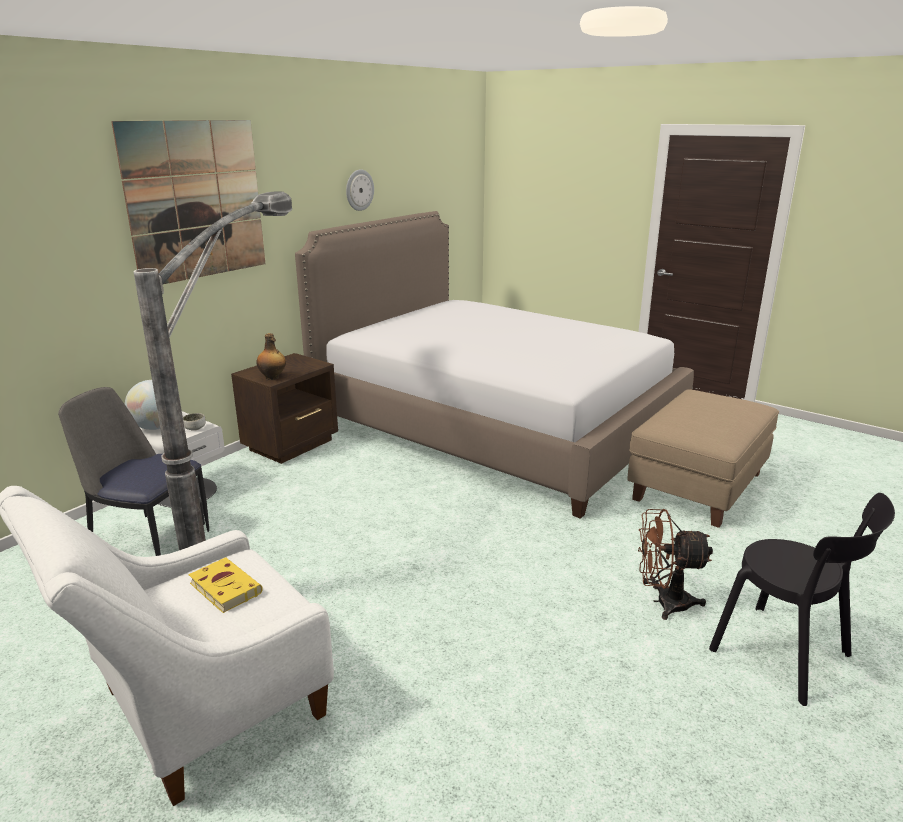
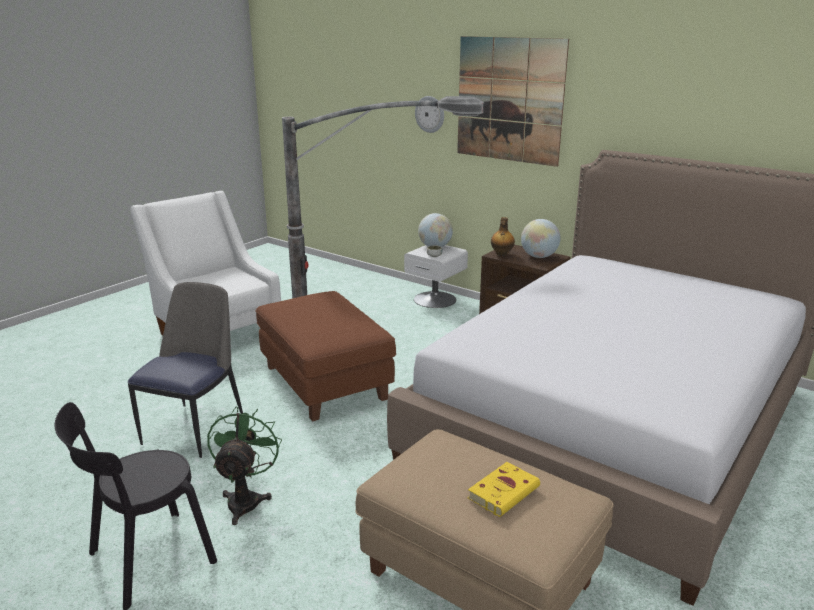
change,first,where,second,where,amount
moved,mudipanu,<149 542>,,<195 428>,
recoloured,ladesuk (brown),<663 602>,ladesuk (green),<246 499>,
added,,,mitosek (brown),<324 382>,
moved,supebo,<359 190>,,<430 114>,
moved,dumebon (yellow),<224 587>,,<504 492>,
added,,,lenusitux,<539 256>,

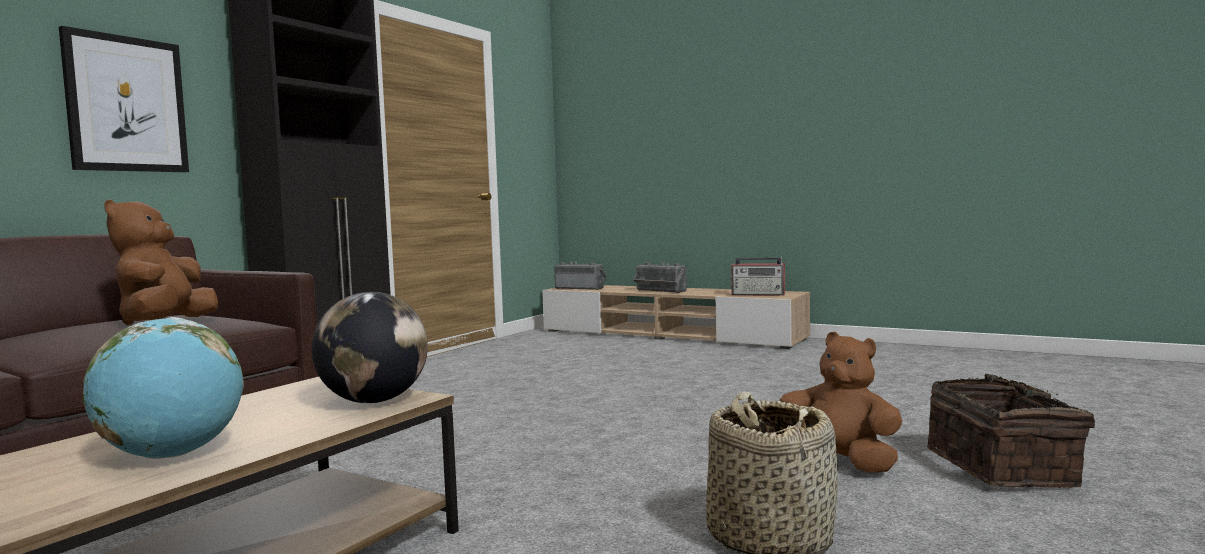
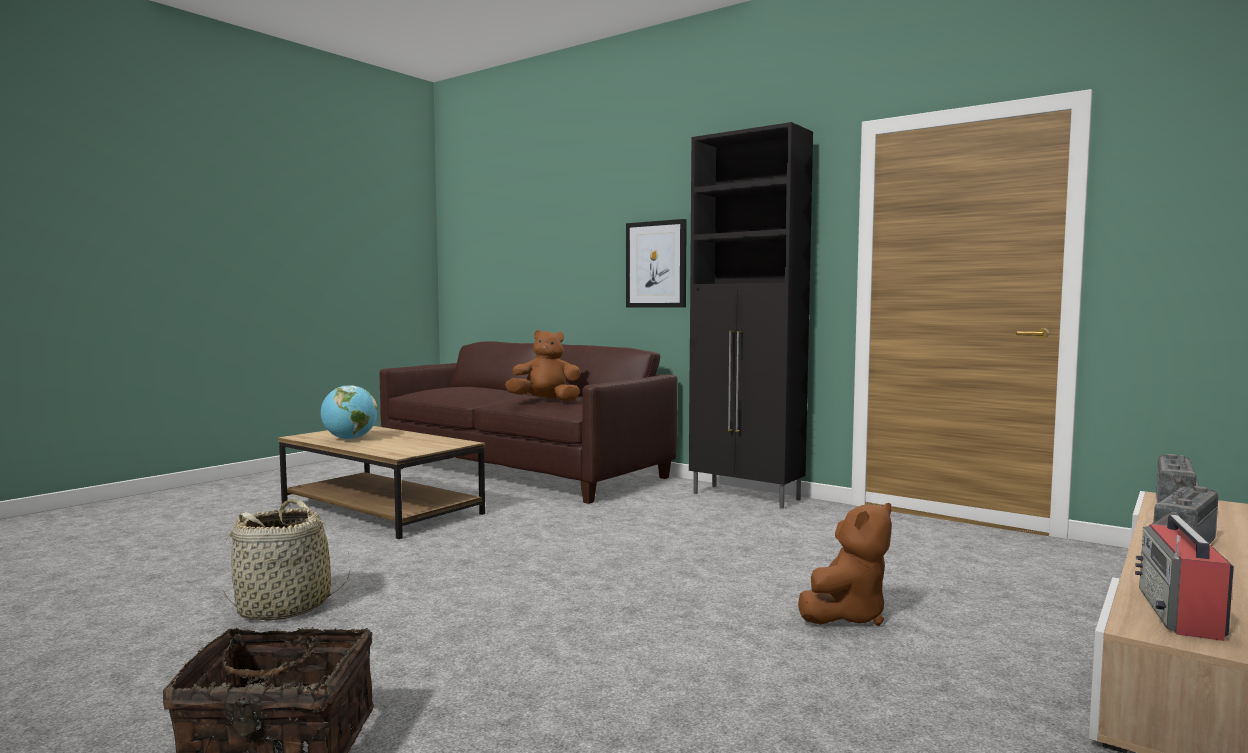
change,first,where,second,where,amount
moved,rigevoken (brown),<838 461>,,<846 615>,
removed,lenusitux,<374 401>,,,

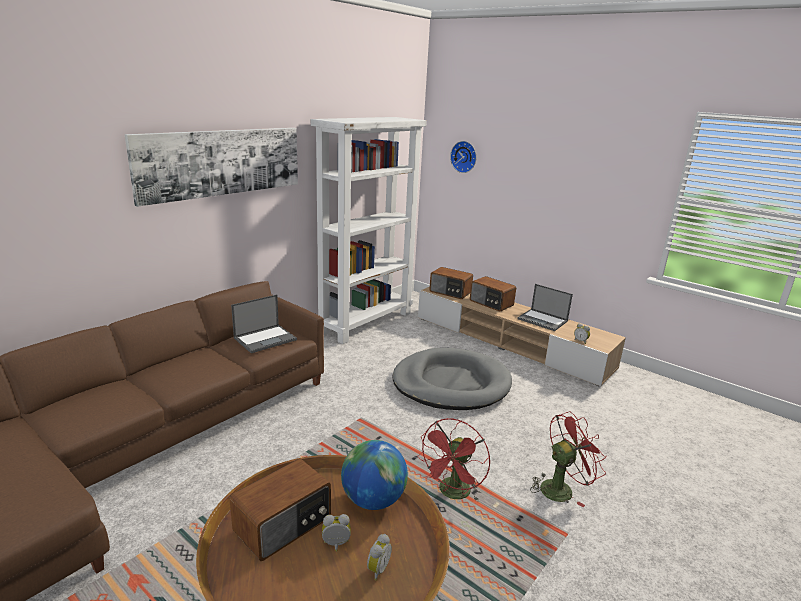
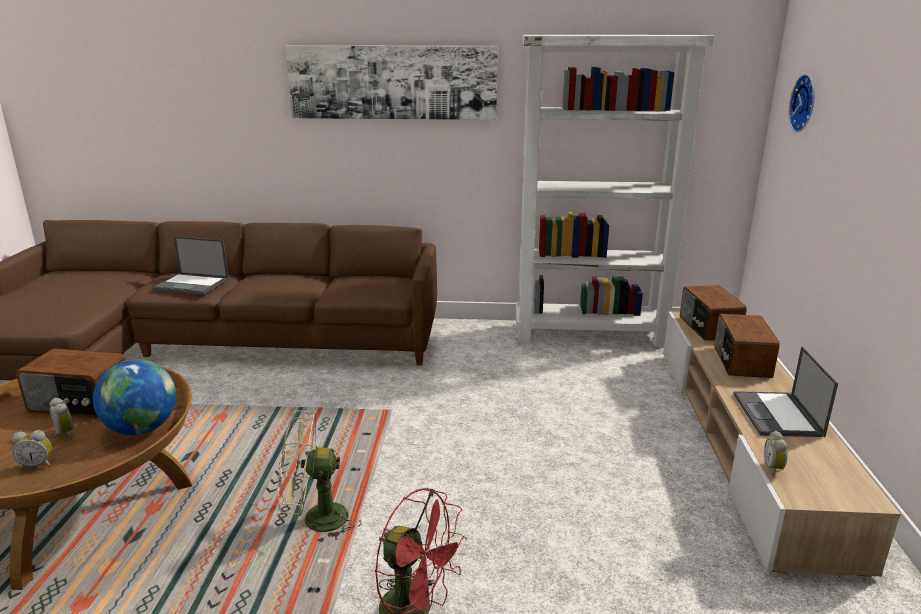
change,first,where,second,where,amount
moved,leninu,<265 339>,,<192 284>,
recoloured,ladesuk (red),<452 494>,ladesuk (beige),<315 520>,
removed,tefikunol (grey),<451 383>,,,

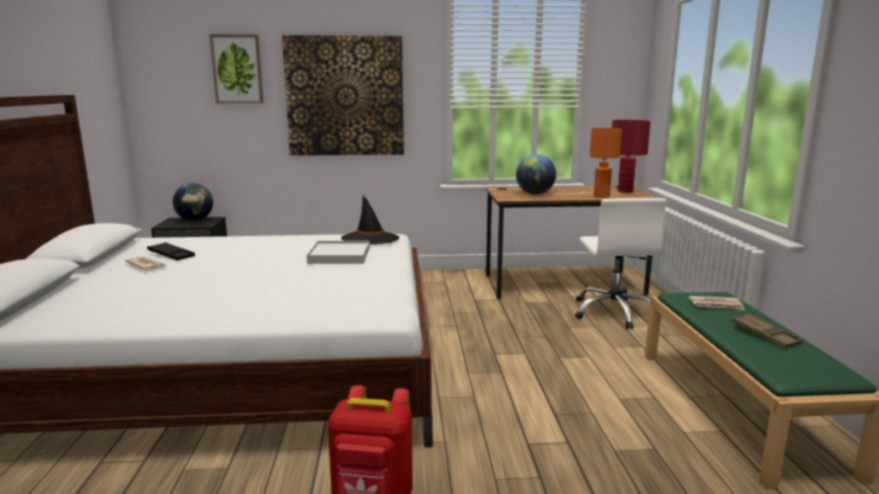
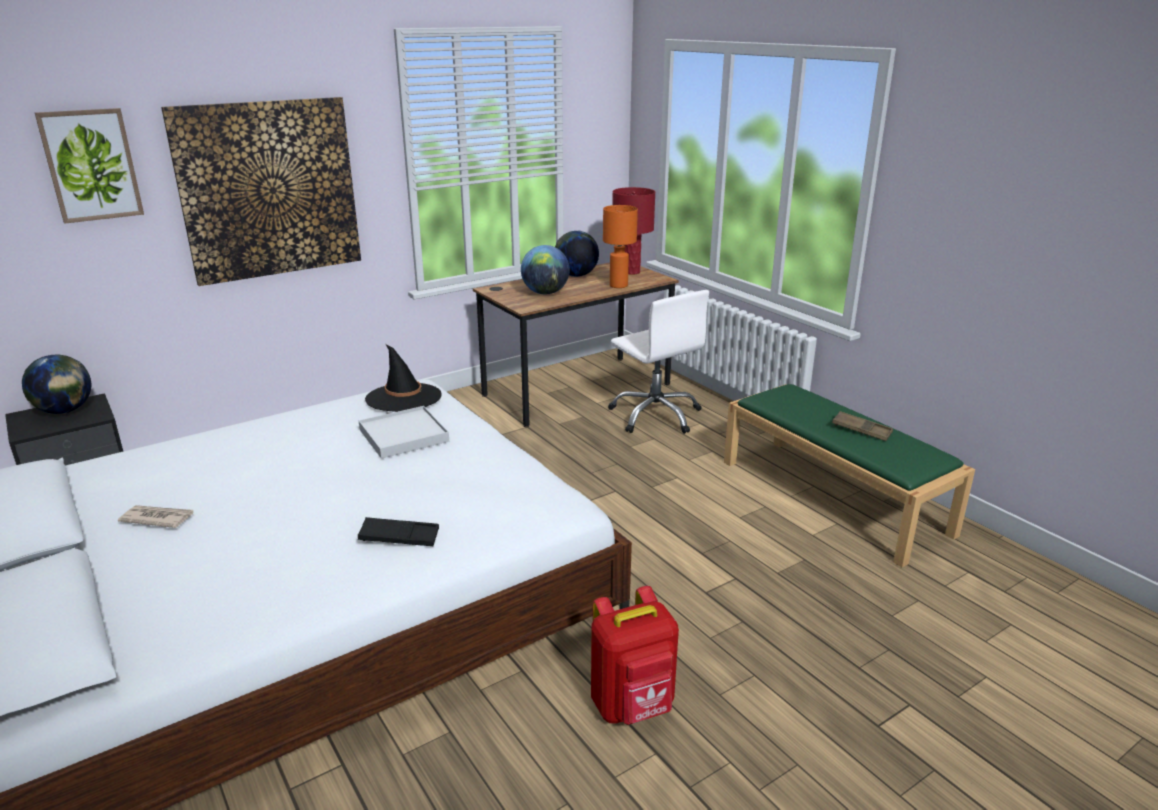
change,first,where,second,where,amount
moved,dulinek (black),<171 255>,,<399 537>,
added,,,lenusitux,<576 276>,
removed,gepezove,<716 305>,,,

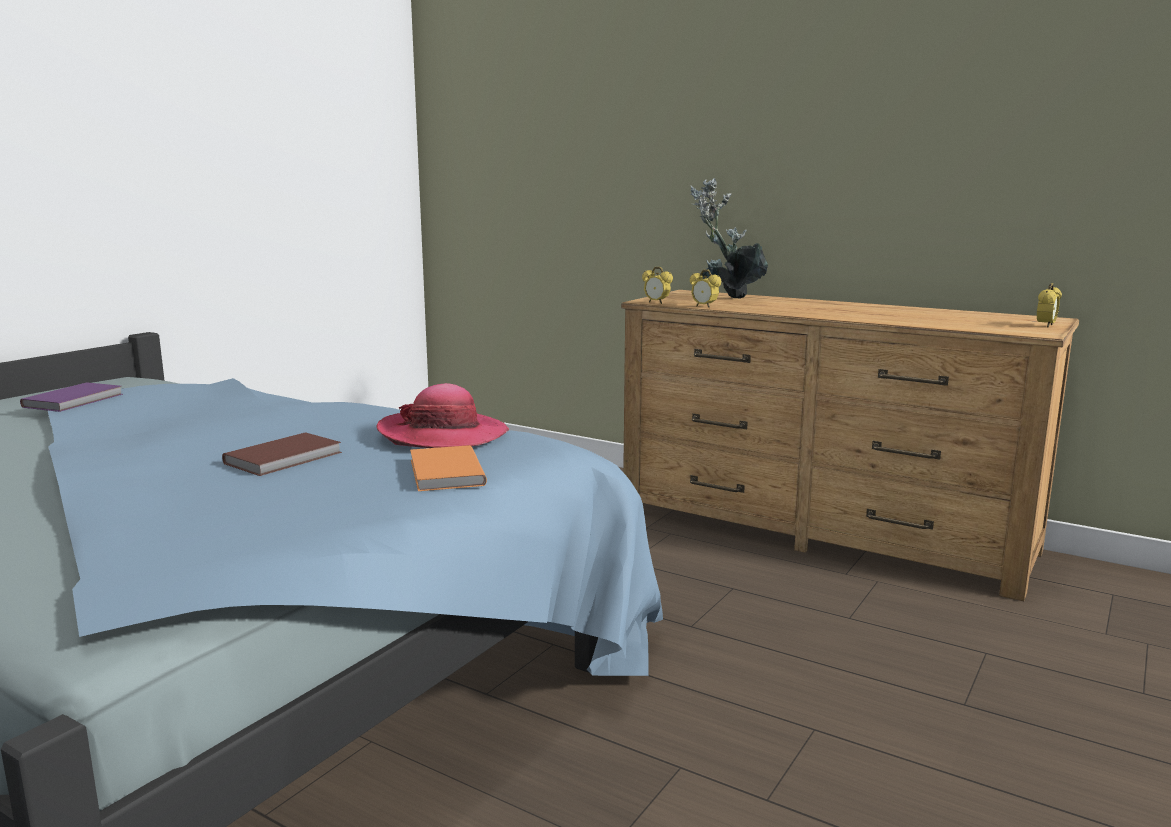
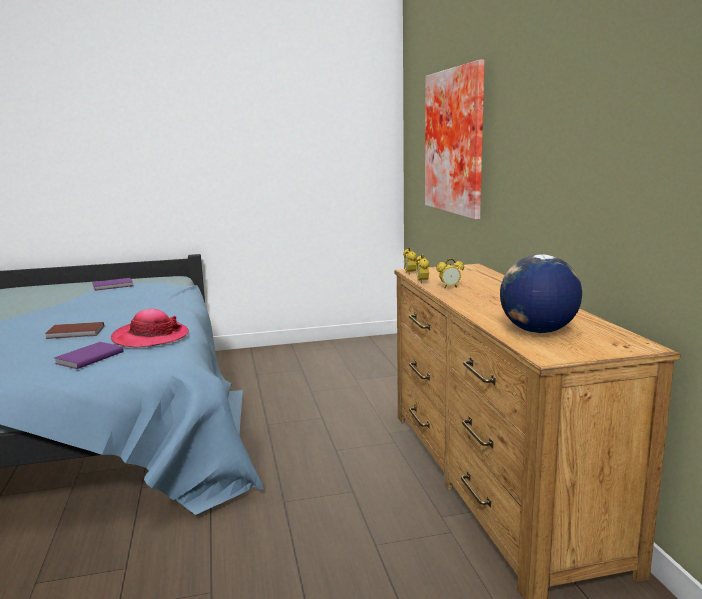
change,first,where,second,where,amount
recoloured,dumebon (orange),<444 473>,dumebon (purple),<88 357>,
added,,,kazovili,<457 141>,
moved,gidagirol,<1046 326>,,<450 287>,
added,,,lenusitux,<537 331>,
removed,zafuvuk,<726 299>,,,

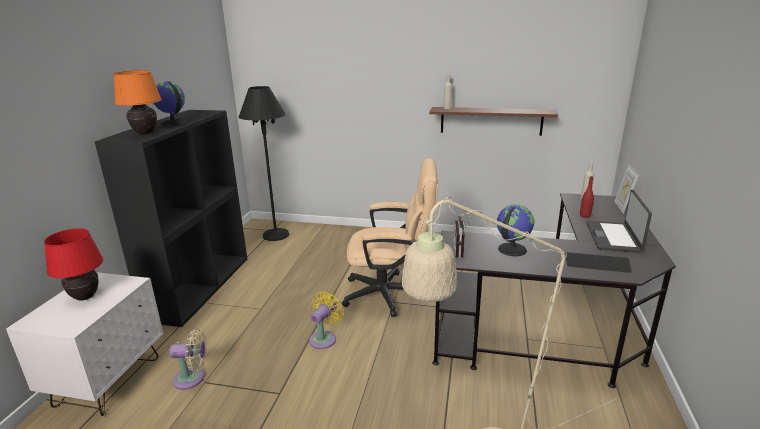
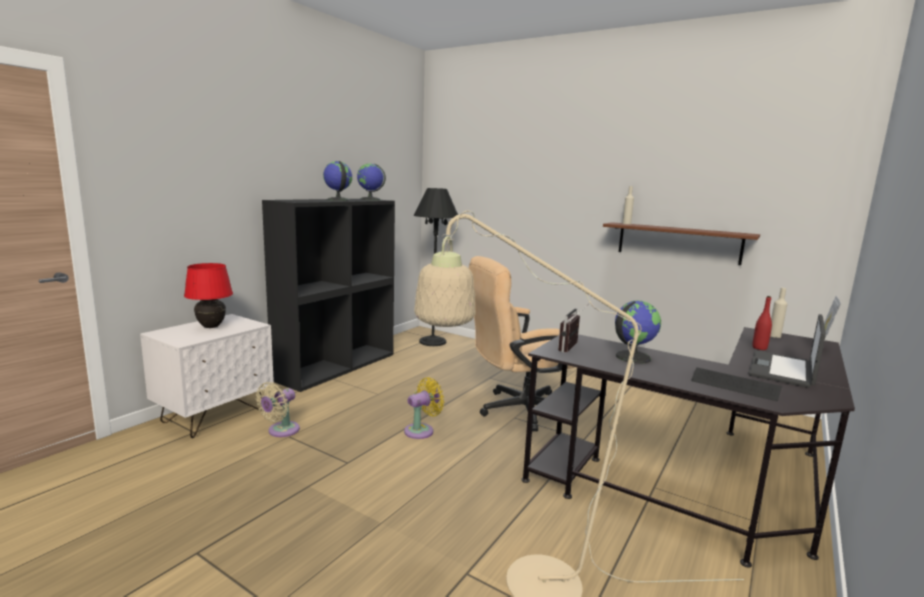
change,first,where,second,where,amount
turned,ladesuk (beige),<192 378>,,<281 431>,105 degrees clockwise
added,,,lenusitux,<370 199>,
turned,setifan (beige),<391 294>,,<517 410>,135 degrees clockwise
removed,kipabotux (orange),<145 133>,,,

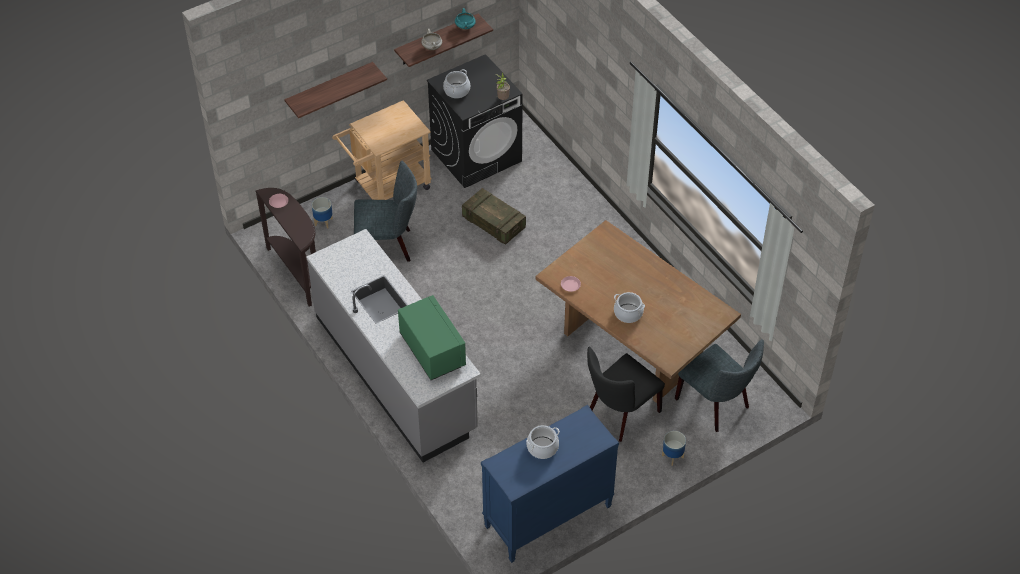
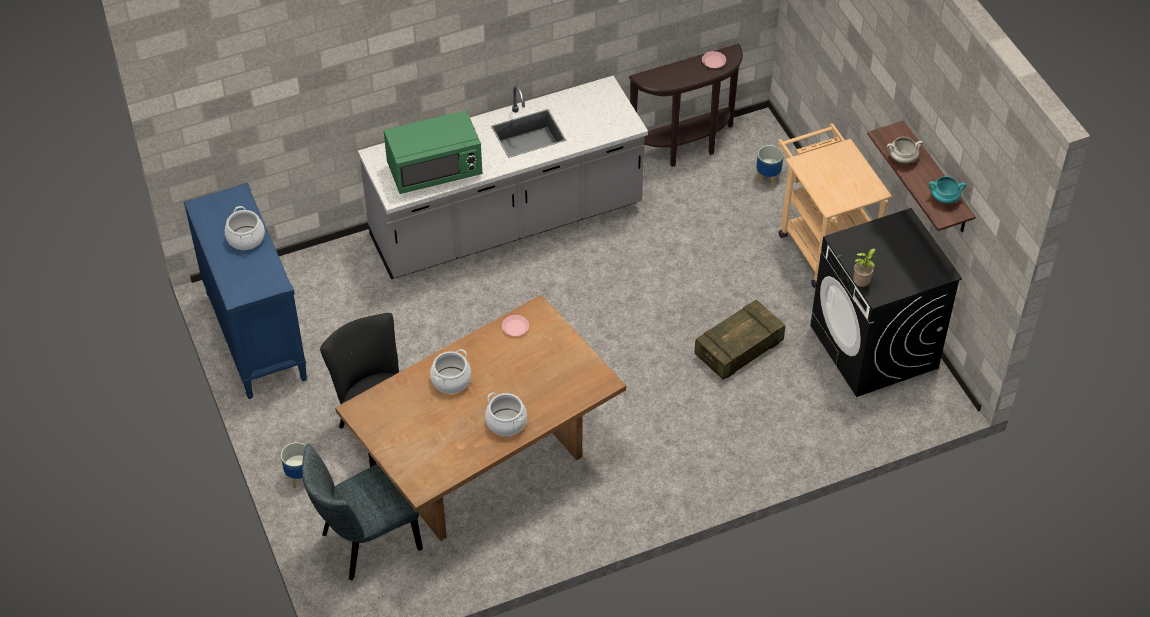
change,first,where,second,where,amount
moved,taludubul,<456 91>,,<506 422>,
removed,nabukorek,<329 89>,,,
removed,mudipanu (grey),<388 246>,,,

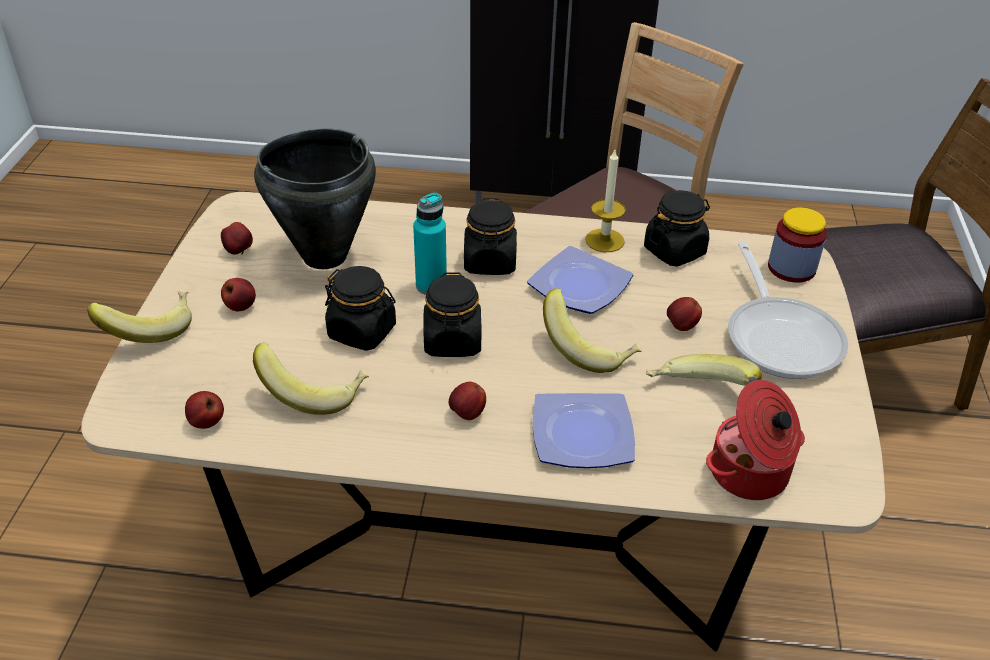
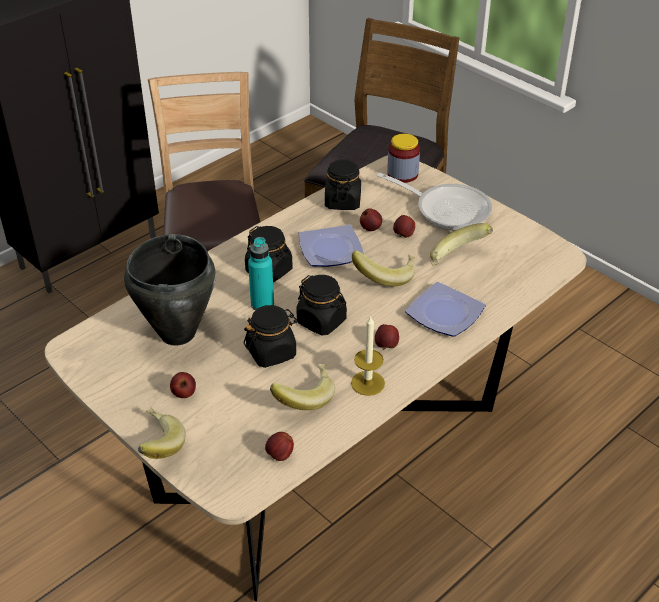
change,first,where,second,where,amount
moved,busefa,<604 240>,,<367 383>,
moved,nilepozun,<239 251>,,<370 228>,
removed,taludubul,<750 474>,,,

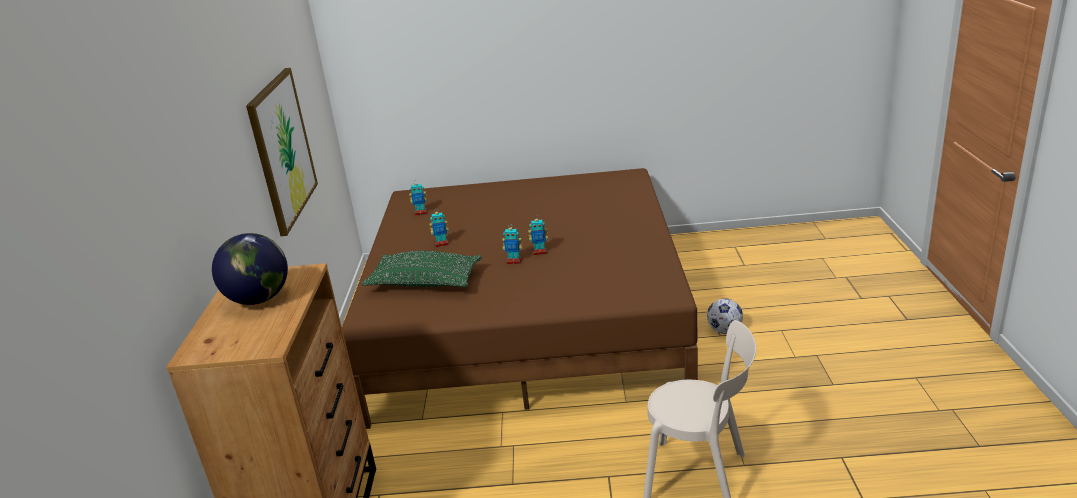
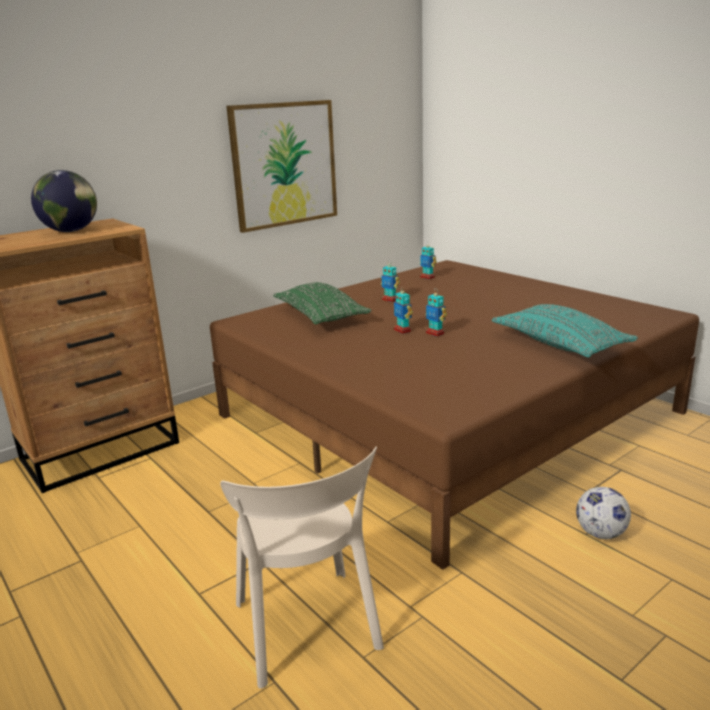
change,first,where,second,where,amount
added,,,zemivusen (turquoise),<560 344>,

